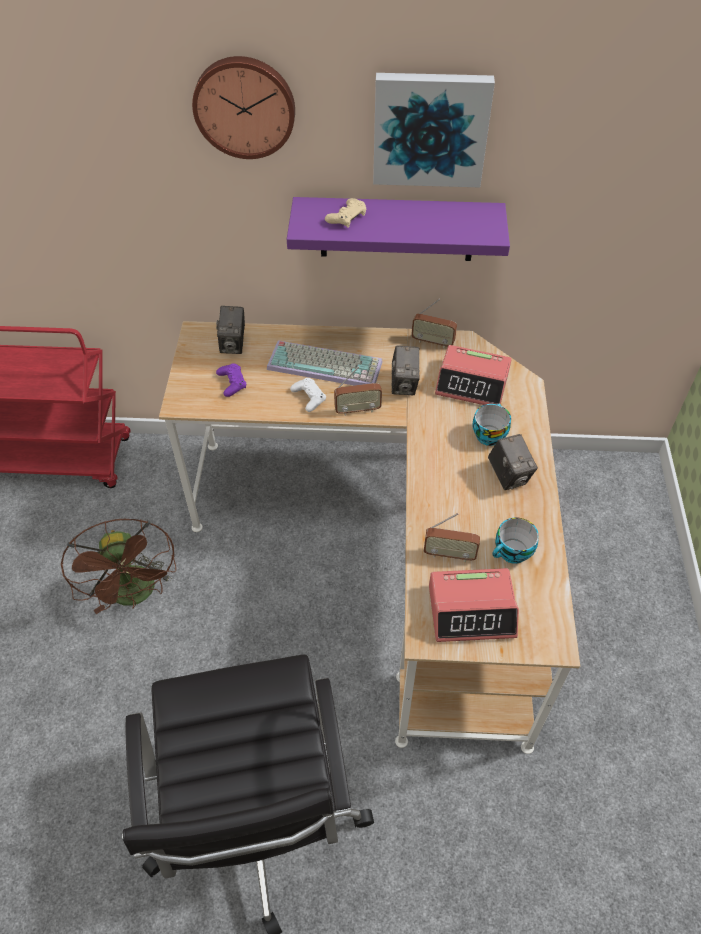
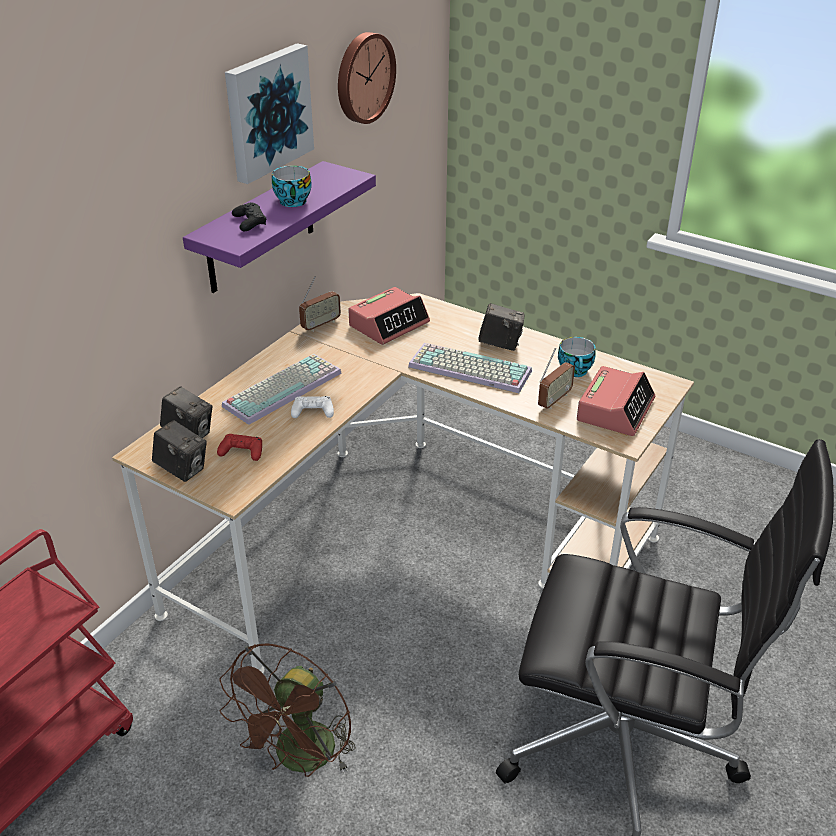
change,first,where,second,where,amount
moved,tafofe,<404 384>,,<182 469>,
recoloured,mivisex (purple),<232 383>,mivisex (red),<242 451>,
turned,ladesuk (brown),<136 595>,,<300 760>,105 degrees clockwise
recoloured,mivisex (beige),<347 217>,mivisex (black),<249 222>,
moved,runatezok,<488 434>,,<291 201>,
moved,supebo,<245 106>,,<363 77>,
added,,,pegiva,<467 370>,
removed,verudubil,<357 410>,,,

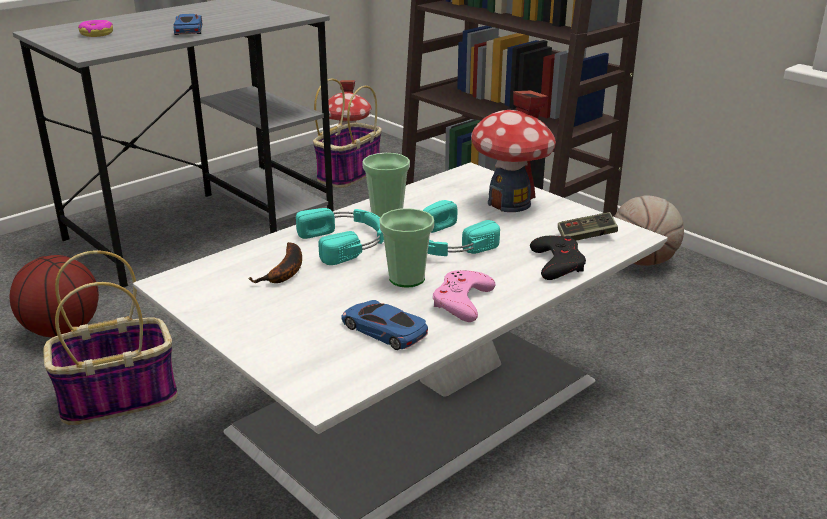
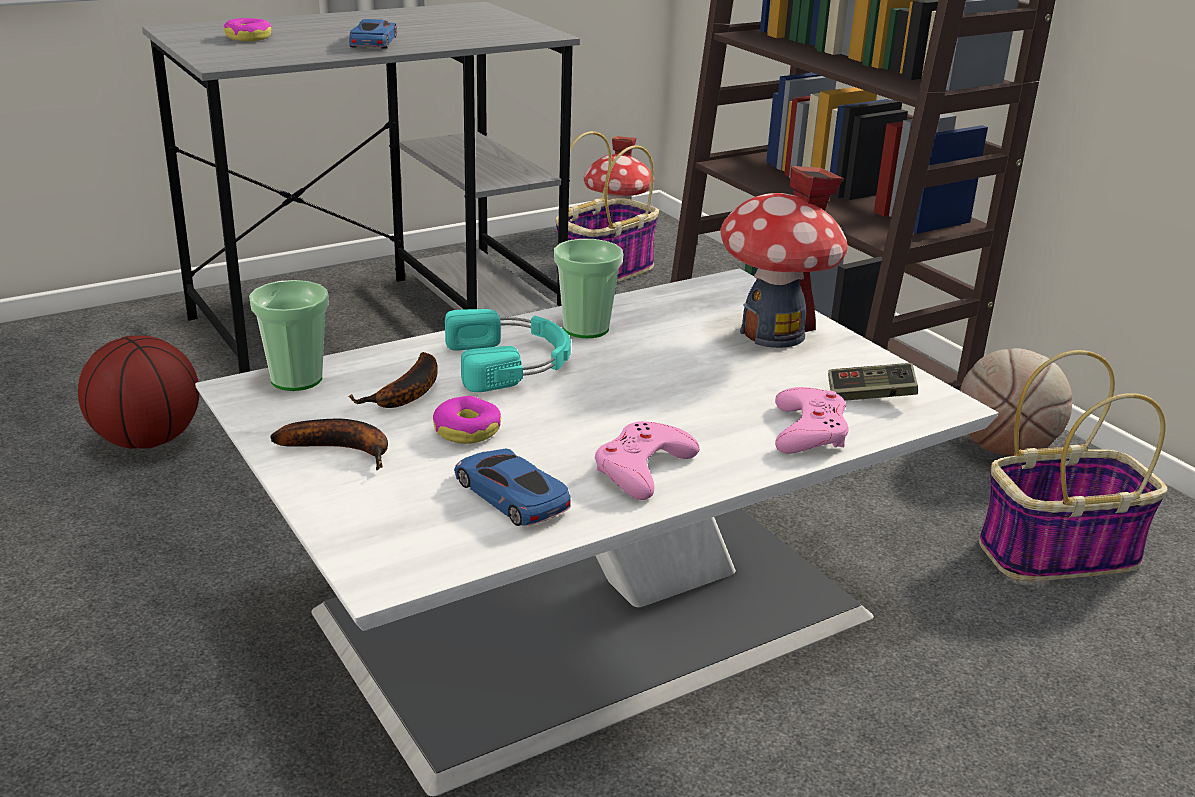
change,first,where,second,where,amount
moved,runatezok,<407 278>,,<296 379>,
added,,,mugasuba,<343 449>,
added,,,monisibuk,<467 430>,
recoloured,mivisex (black),<557 263>,mivisex (pink),<809 430>,
moved,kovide,<120 397>,,<1059 552>,
removed,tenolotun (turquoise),<443 243>,,,

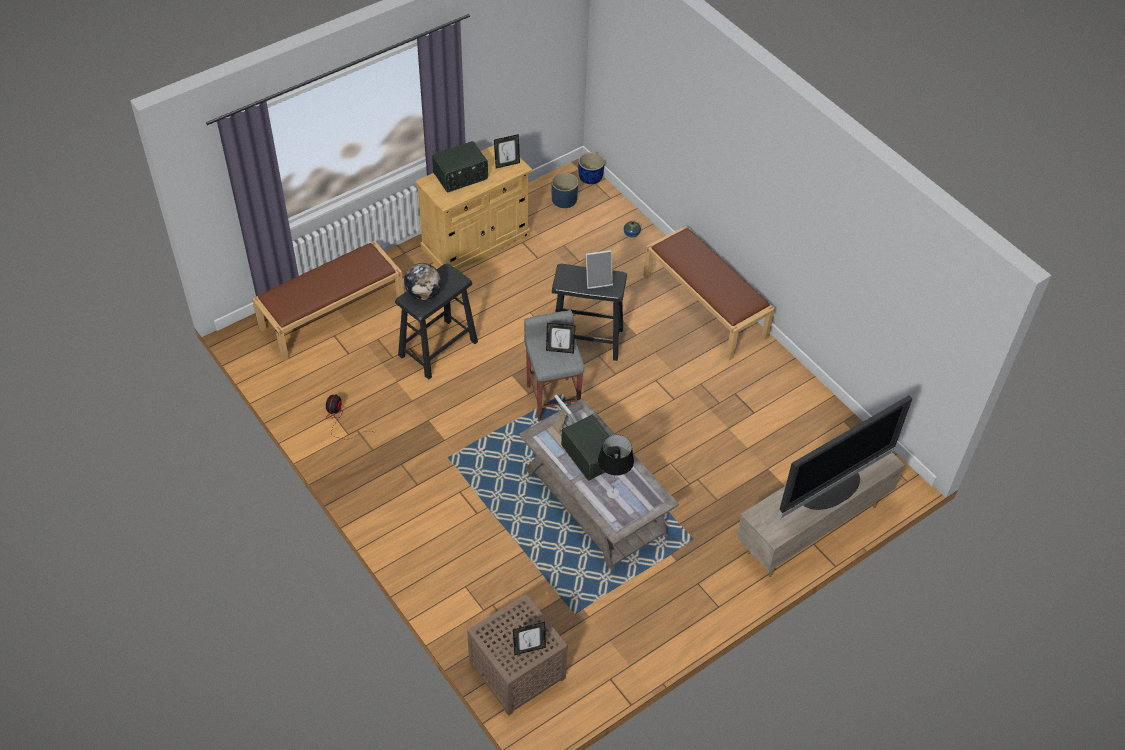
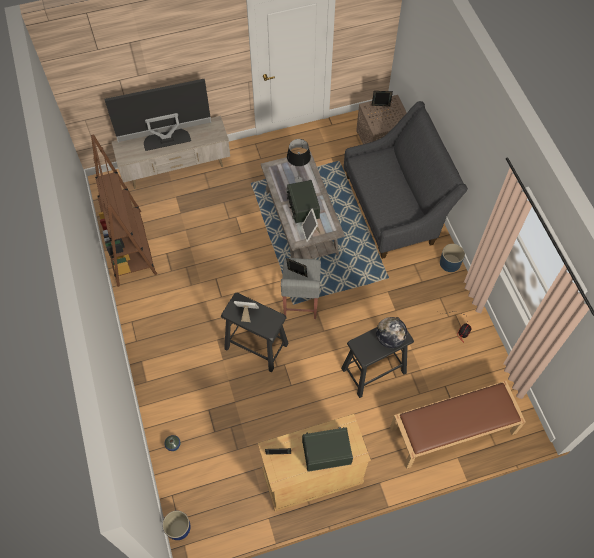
change,first,where,second,where,amount
added,,,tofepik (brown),<129 247>,
added,,,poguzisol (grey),<395 208>,
moved,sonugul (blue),<564 199>,,<450 263>,
removed,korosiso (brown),<706 306>,,,

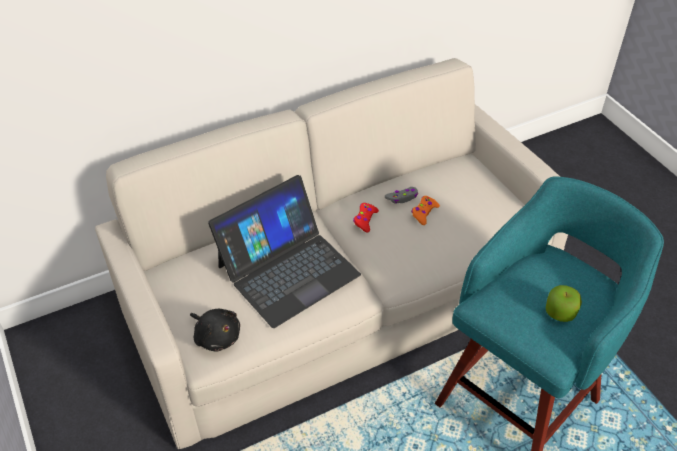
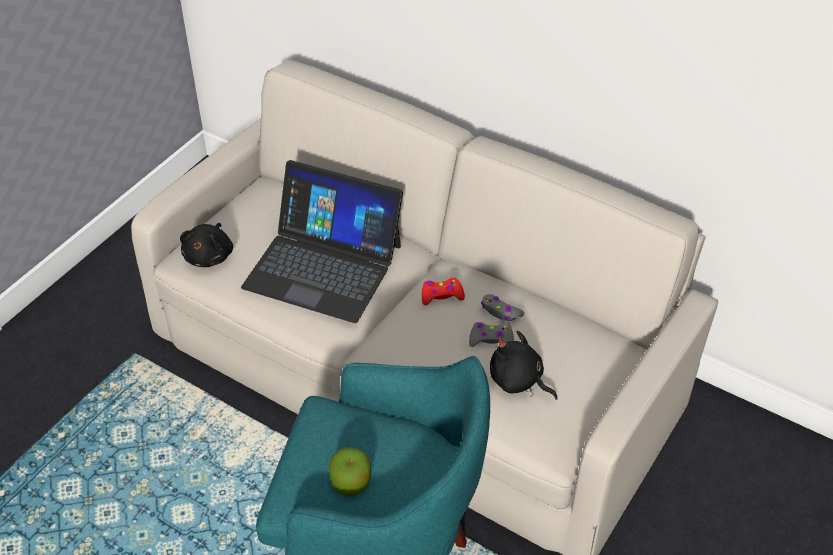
change,first,where,second,where,amount
recoloured,mivisex (orange),<424 213>,mivisex (grey),<491 339>,
added,,,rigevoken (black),<518 381>,

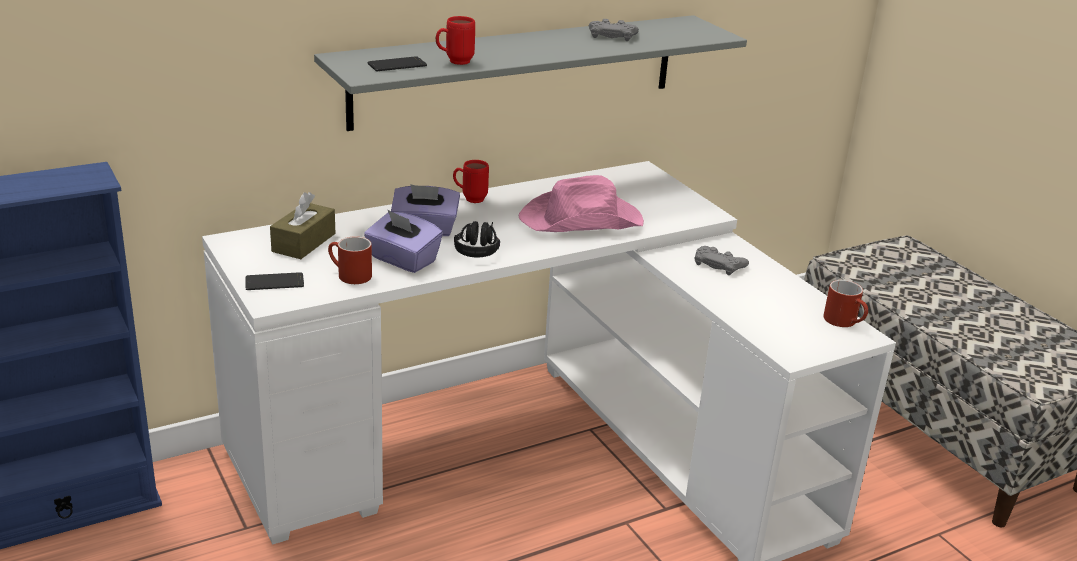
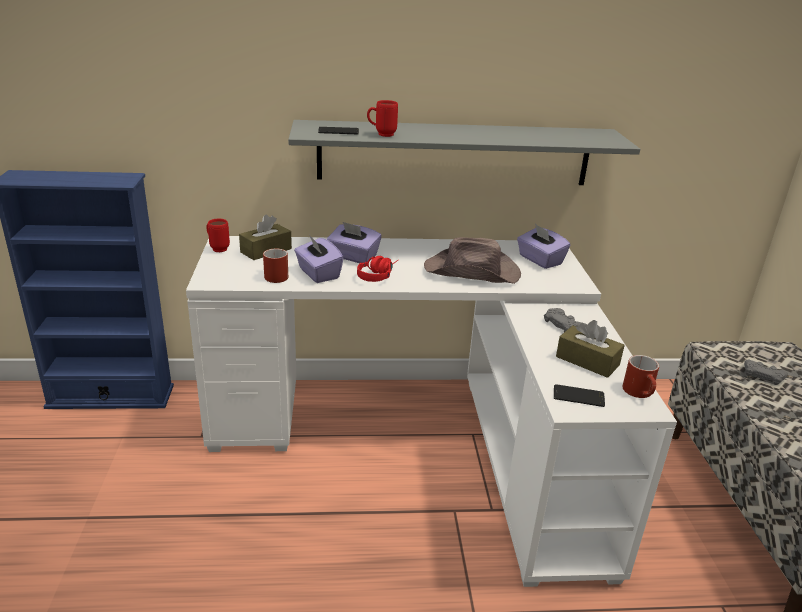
change,first,where,second,where,amount
moved,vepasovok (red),<469 199>,,<217 248>,
recoloured,tenolotun (black),<478 247>,tenolotun (red),<378 275>,
recoloured,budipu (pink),<582 221>,budipu (brown),<472 272>,
added,,,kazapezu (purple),<540 260>,
moved,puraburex,<274 282>,,<578 396>,
added,,,kazapezu (brown),<587 361>,
moved,mivisex (grey),<612 35>,,<763 375>,

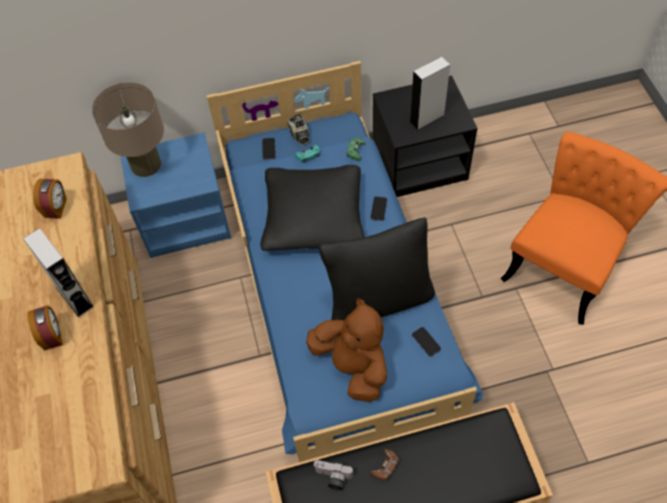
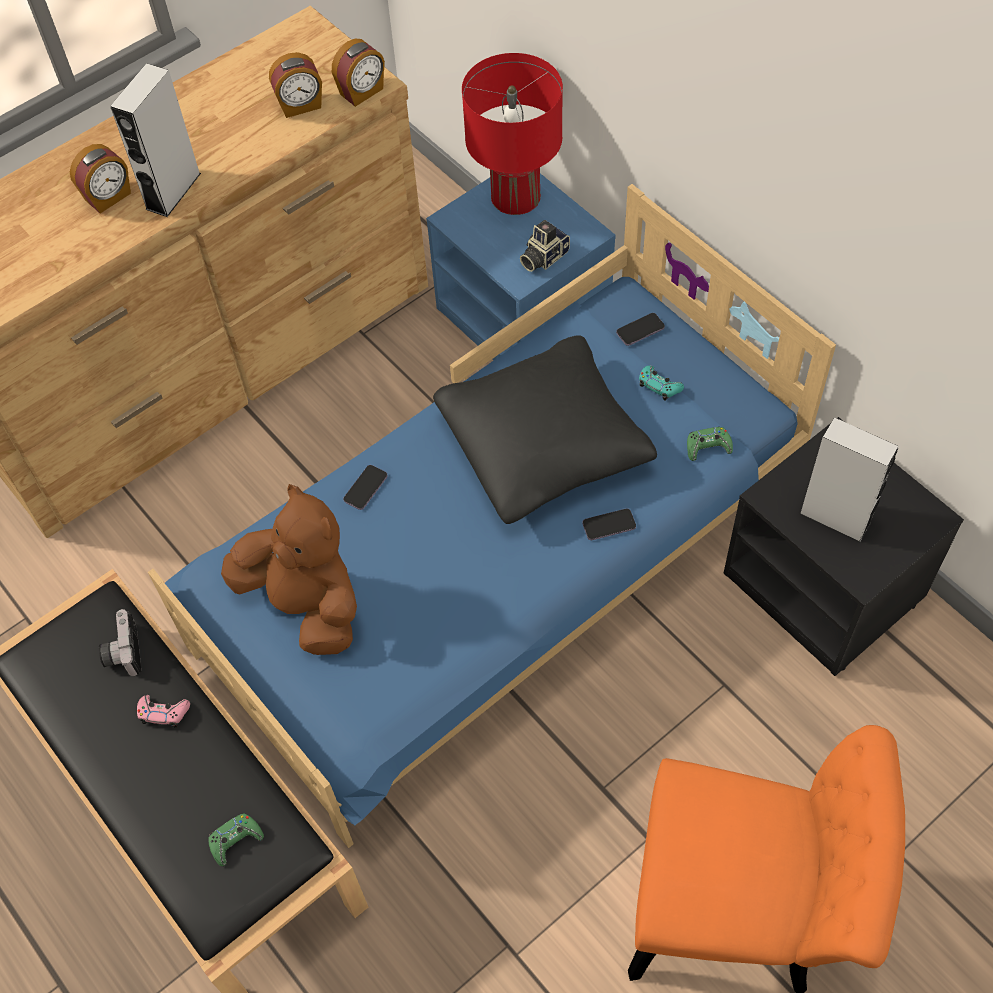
change,first,where,second,where,amount
recoloured,mivisex (brown),<385 466>,mivisex (pink),<163 713>,
added,,,mivisex (green),<235 840>,
turned,rigevoken (brown),<352 366>,,<306 604>,75 degrees counterclockwise
added,,,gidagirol,<362 92>,
moved,puraburex,<426 342>,,<365 488>,
recoloured,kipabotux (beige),<145 164>,kipabotux (red),<515 196>,
moved,tafofe,<299 135>,,<543 257>,
removed,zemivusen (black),<378 299>,,,

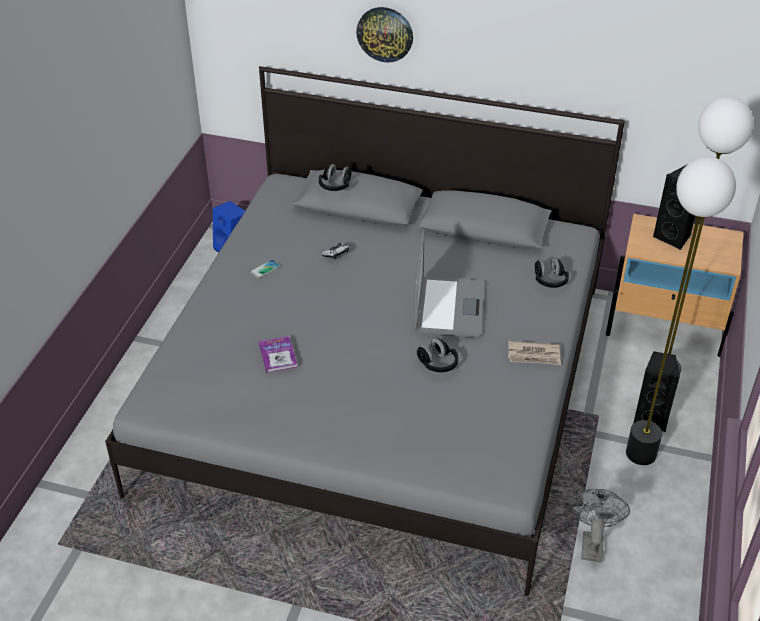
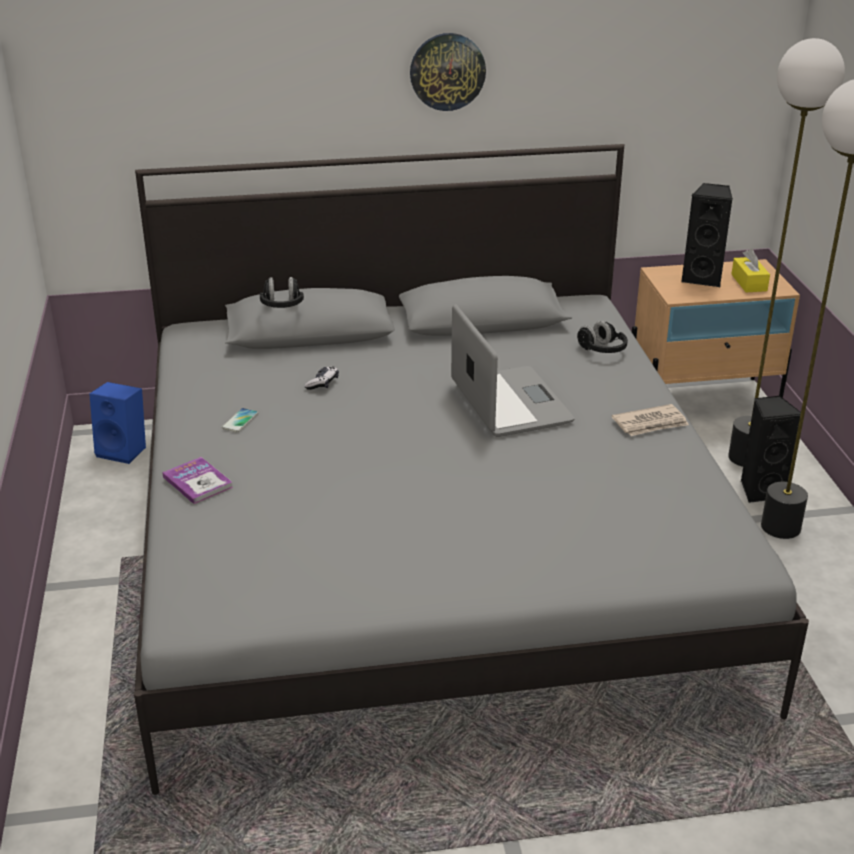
change,first,where,second,where,amount
moved,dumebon,<278 355>,,<197 482>,
moved,supebo,<385 34>,,<447 71>,
added,,,kazapezu (yellow),<749 283>,
removed,tenolotun (black),<437 364>,,,
removed,ladesuk (grey),<591 542>,,,

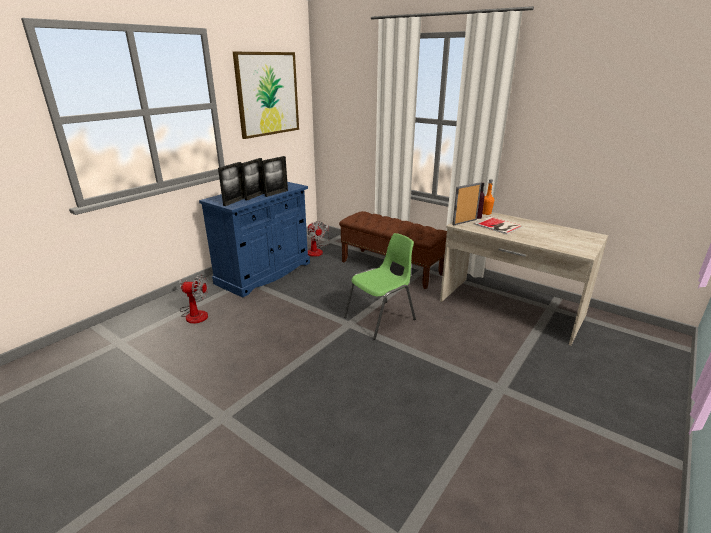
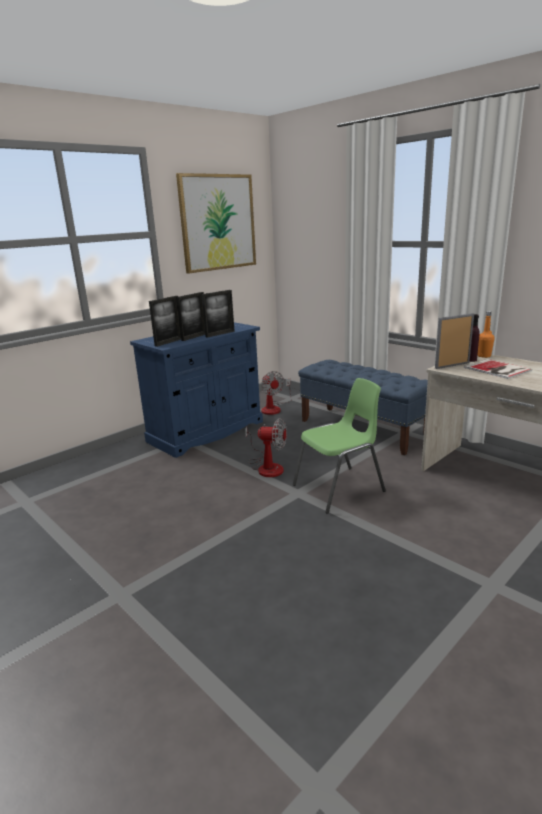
change,first,where,second,where,amount
moved,ladesuk,<195 313>,,<267 467>,
recoloured,korosiso (brown),<391 268>,korosiso (blue),<363 429>,

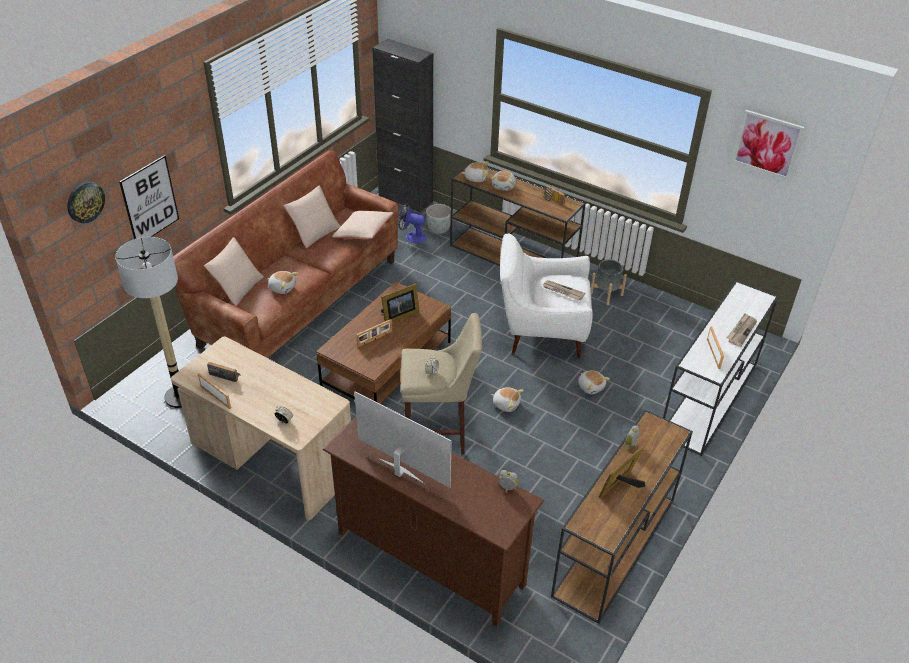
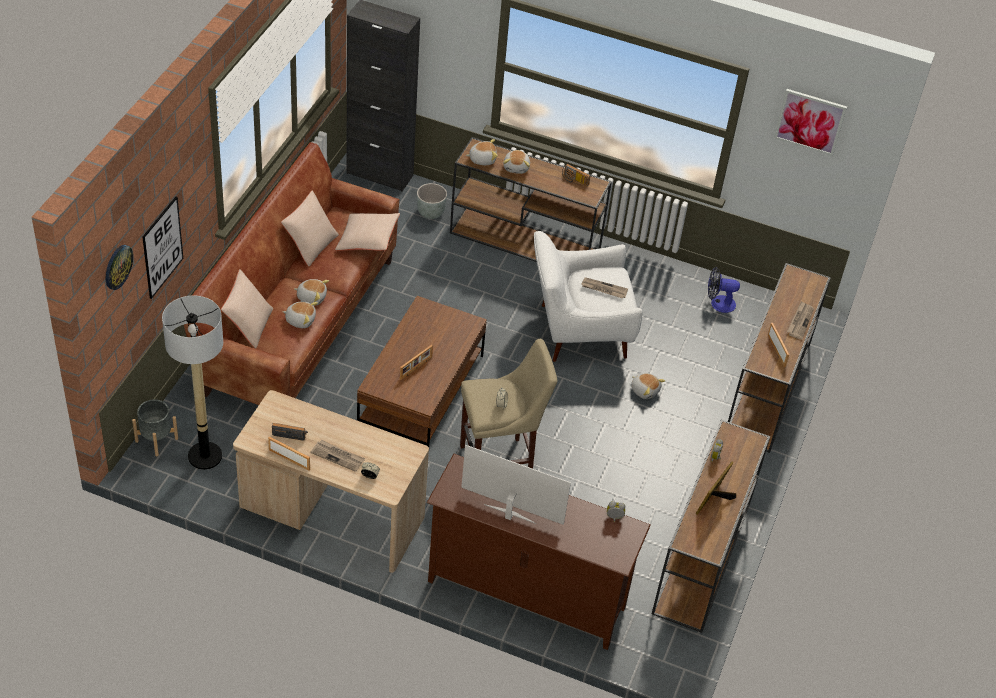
change,first,where,second,where,amount
moved,sonugul (grey),<606 294>,,<156 439>,
moved,rigevoken,<506 404>,,<311 297>,
added,,,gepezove,<338 456>,
moved,ladesuk,<412 236>,,<718 303>,
recoloured,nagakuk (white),<709 400>,nagakuk (brown),<767 391>,
removed,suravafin,<398 315>,,,

